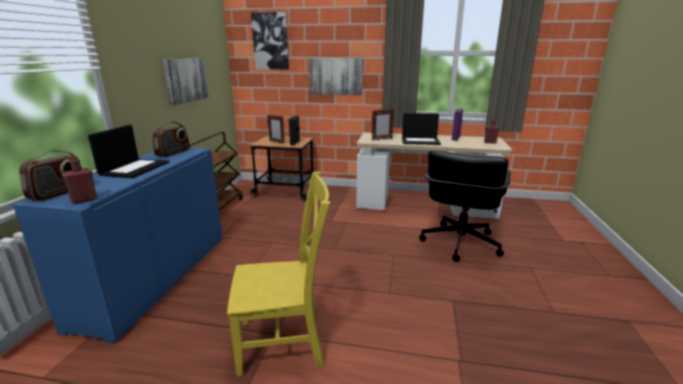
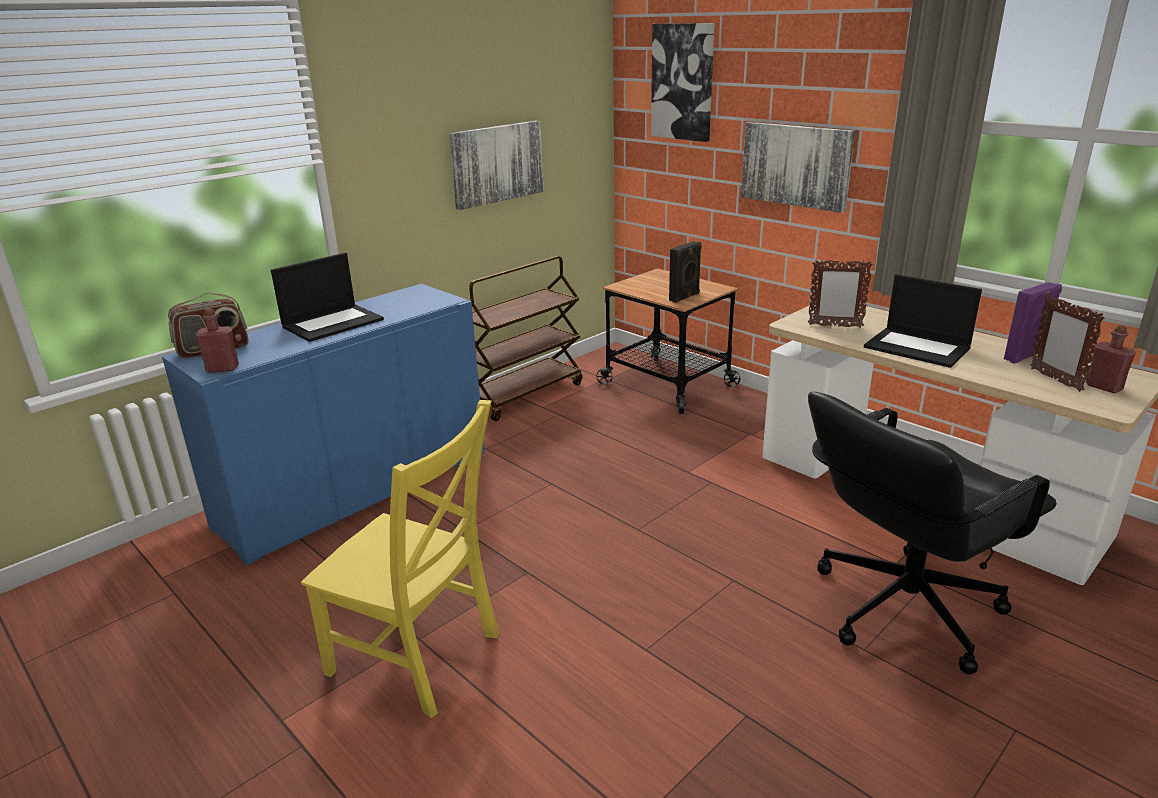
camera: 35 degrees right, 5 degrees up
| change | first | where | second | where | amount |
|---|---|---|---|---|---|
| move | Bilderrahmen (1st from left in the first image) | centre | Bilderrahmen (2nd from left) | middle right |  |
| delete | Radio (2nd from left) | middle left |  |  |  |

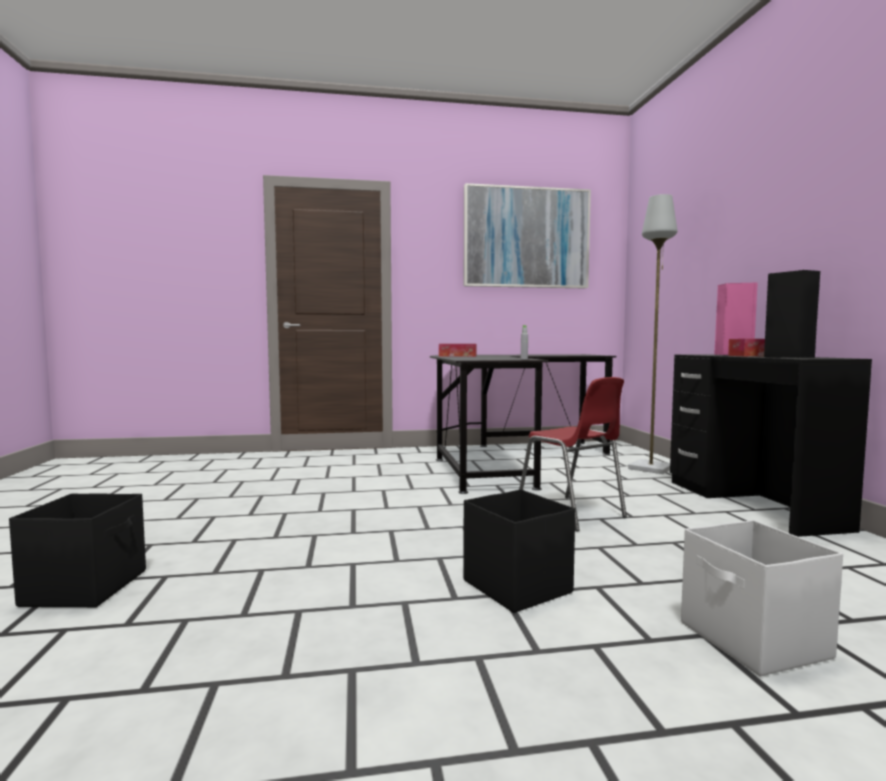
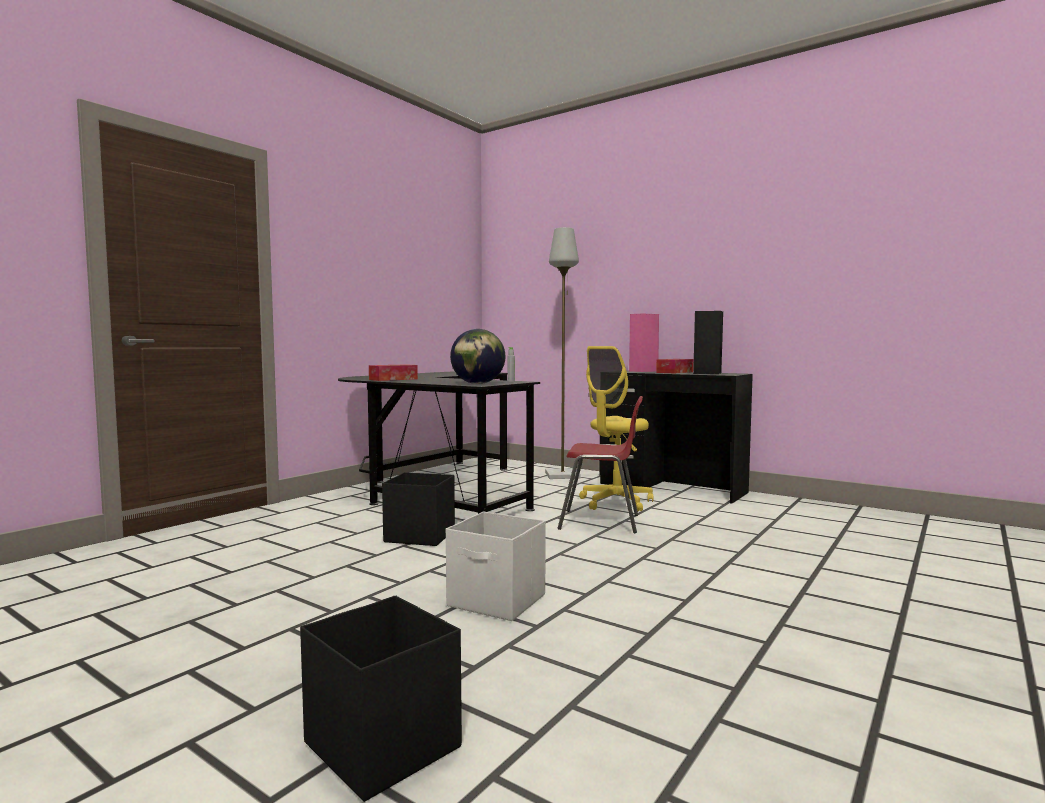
camera: 45 degrees left, 0 degrees up
| change | first | where | second | where | amount |
|---|---|---|---|---|---|
| delete | Bild | top centre |  |  |  |
| move | Aufbewahrungsbox [schwarz] (2nd from left) | bottom centre |  | centre |  |
| move | Aufbewahrungsbox [weiß] | bottom right |  | bottom centre |  |
| insert |  |  | Globus | centre |  |
| insert |  |  | Bürostuhl [gelb] | centre |  |

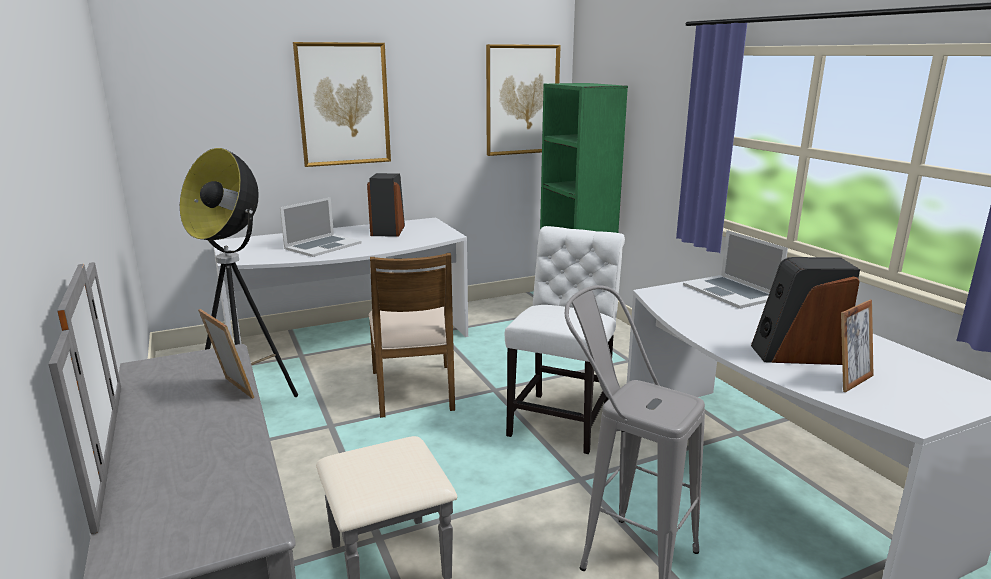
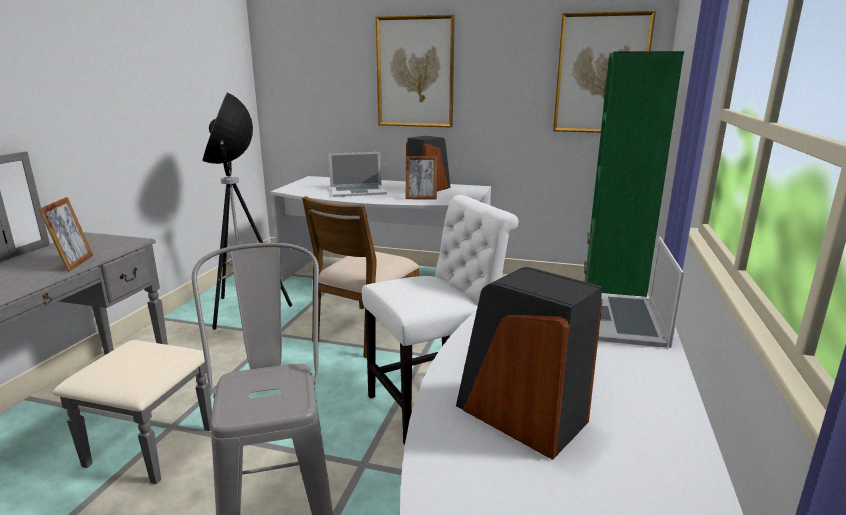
camera: 40 degrees right, 0 degrees up
| change | first | where | second | where | amount |
|---|---|---|---|---|---|
| move | Bilderrahmen (2nd from left) | middle right |  | centre |  |

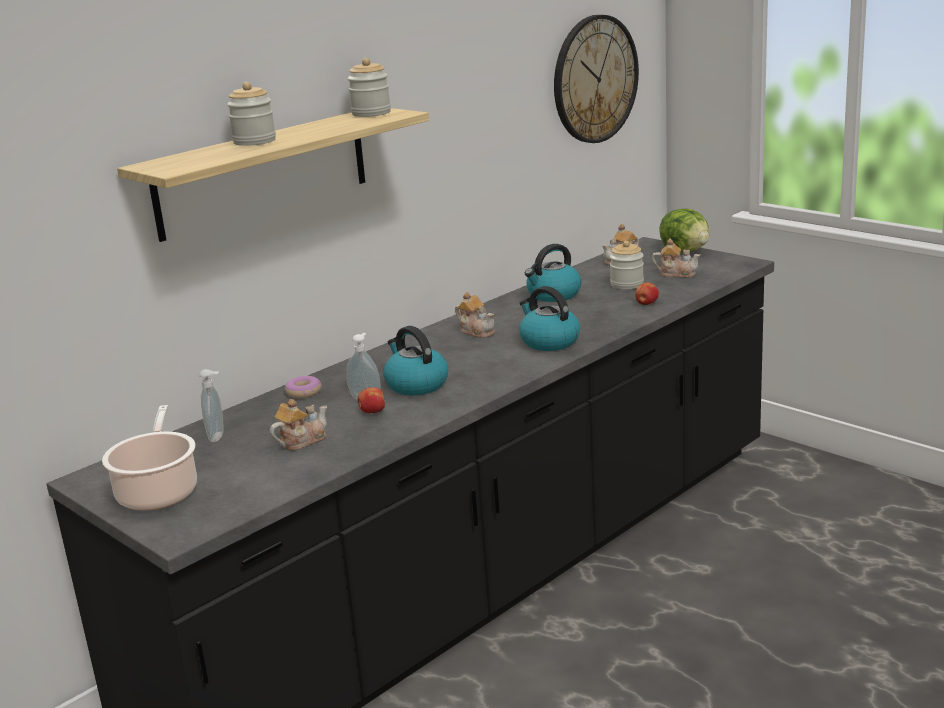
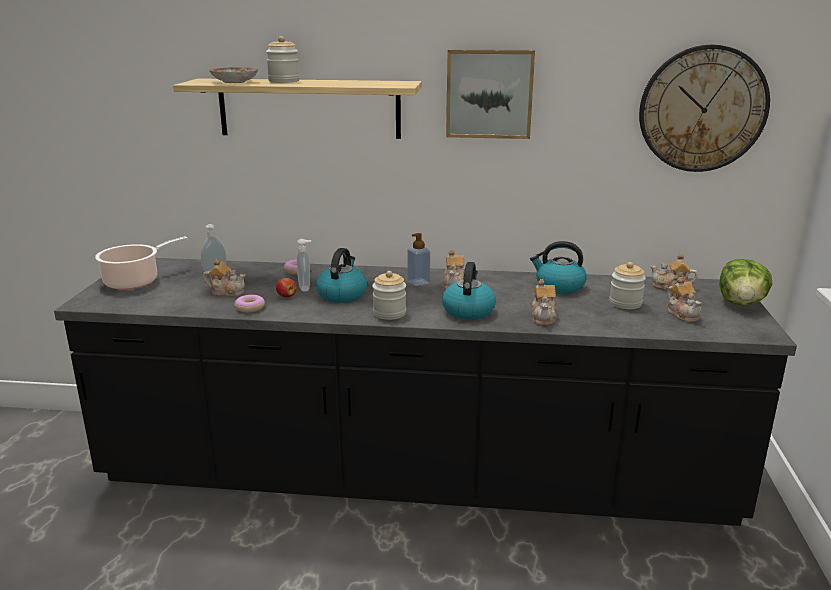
camera: 50 degrees right, 0 degrees up
| change | first | where | second | where | amount |
|---|---|---|---|---|---|
| move | Vorratsglas (2nd from left) | top centre |  | centre |  |
| delete | Apfel (2nd from left) | middle right |  |  |  |
| insert |  |  | Bild | top centre |  |
| insert |  |  | Teller | top left |  |
| insert |  |  | Seifenspender (3rd from left) | centre |  |
| insert |  |  | Teekanne (3rd from left) | centre |  |
| insert |  |  | Donut (1st from left) | middle left |  |

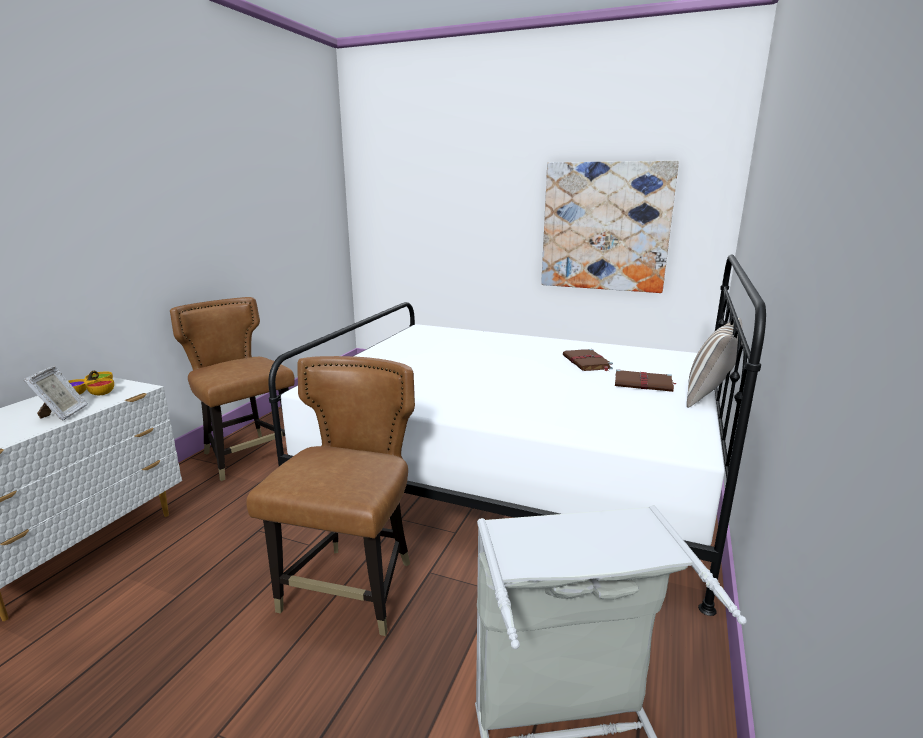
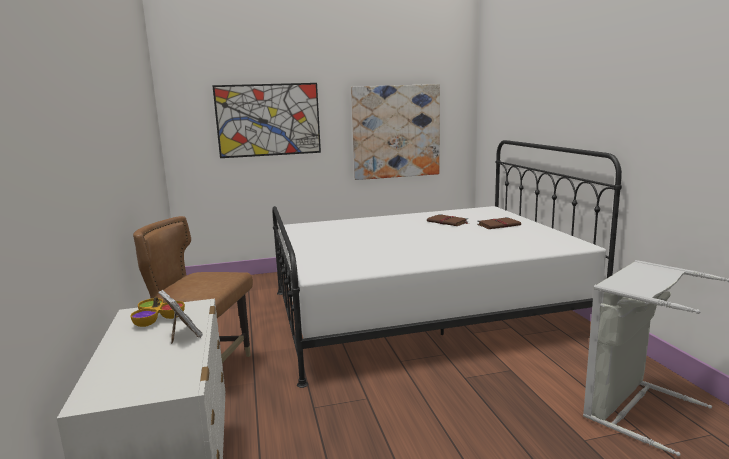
camera: 35 degrees left, 5 degrees down
| change | first | where | second | where | amount |
|---|---|---|---|---|---|
| delete | Kissen | middle right |  |  |  |
| delete | Stuhl [braun] (2nd from left) | bottom centre |  |  |  |
| insert |  |  | Bild (1st from left) | top centre |  |

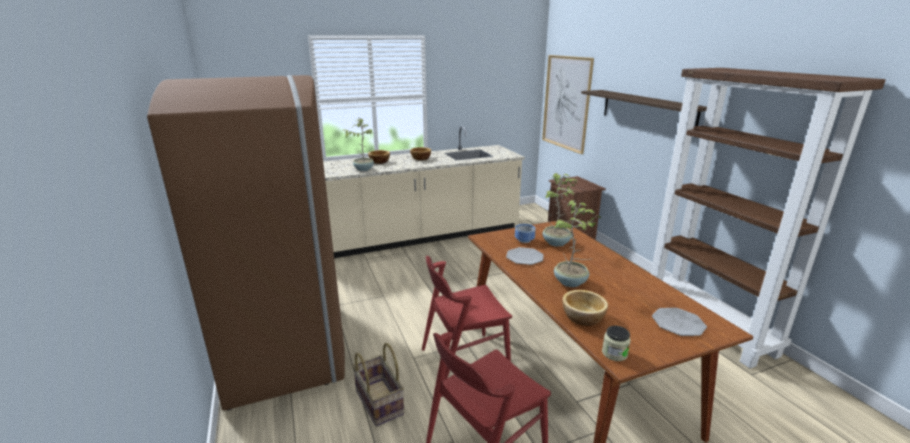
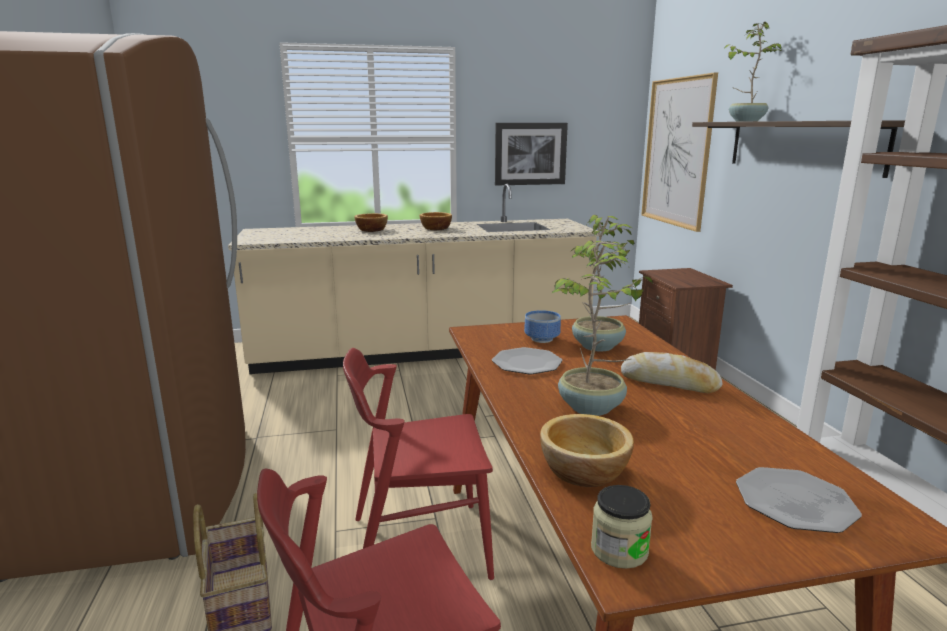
camera: 10 degrees right, 5 degrees down
| change | first | where | second | where | amount |
|---|---|---|---|---|---|
| move | Topfpflanze (1st from left in the first image) | top centre | Topfpflanze (3rd from left) | top right |  |
| insert |  |  | Bild (1st from left) | top centre |  |
| insert |  |  | Brot | middle right |  |

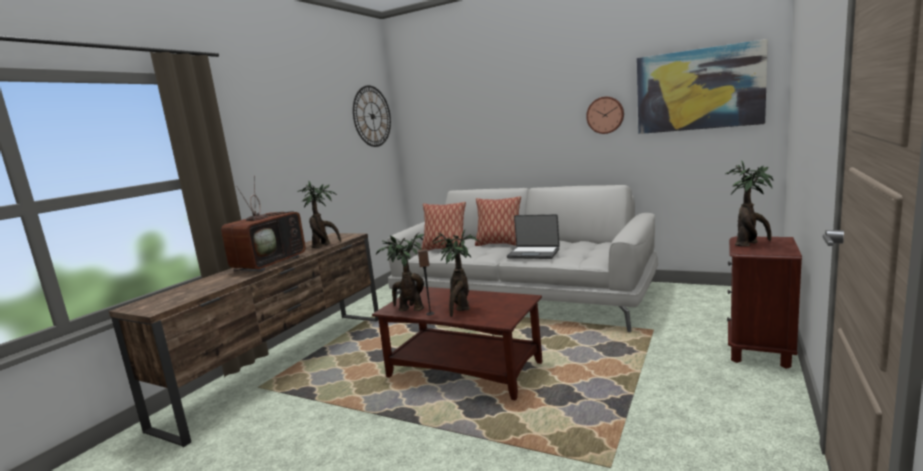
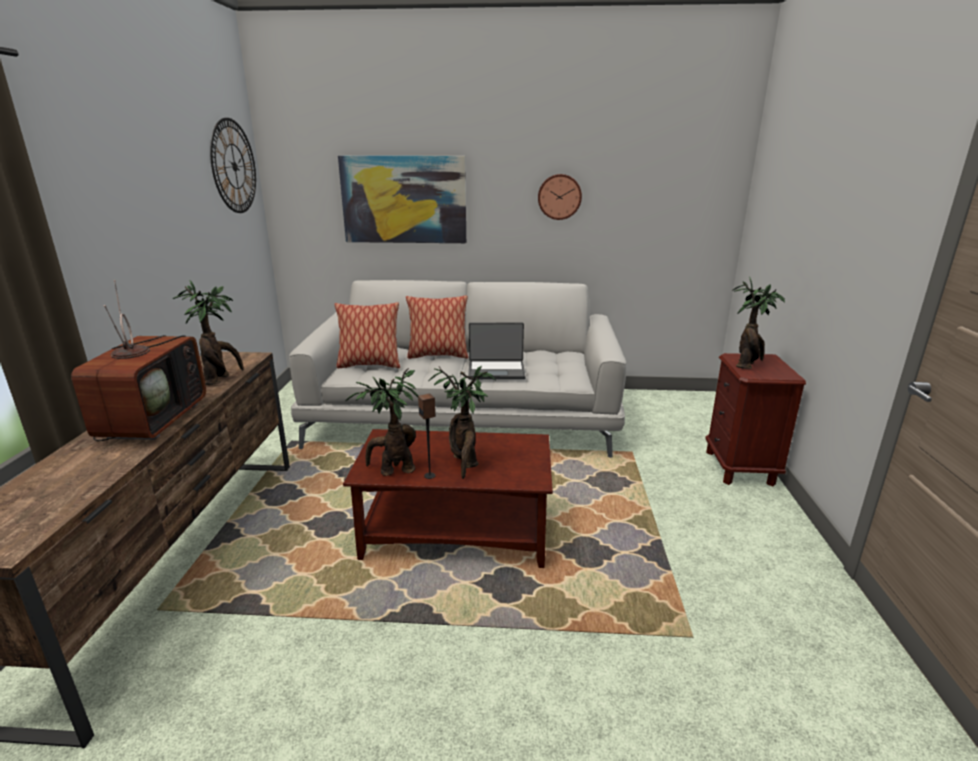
camera: 25 degrees left, 10 degrees up
| change | first | where | second | where | amount |
|---|---|---|---|---|---|
| move | Bild | top right |  | top centre |  |

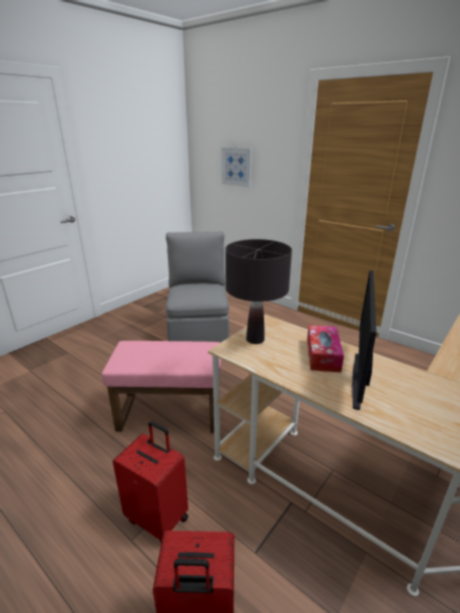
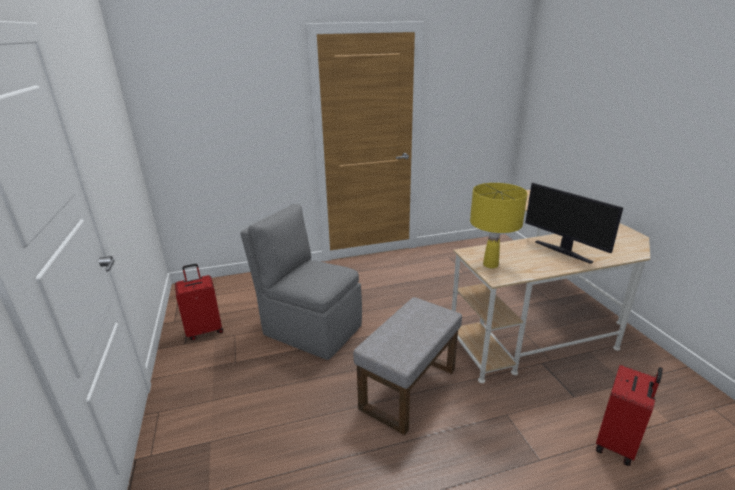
camera: 55 degrees left, 0 degrees up
| change | first | where | second | where | amount |
|---|---|---|---|---|---|
| delete | Bild | top centre |  |  |  |
| recolor | Tischlampe [schwarz] | centre | Tischlampe [gelb] | middle right |  |
| delete | Taschentuchbox | middle right |  |  |  |
| recolor | Polsterhocker [rosa] | centre | Polsterhocker [grau] | bottom centre |  |
| move | Koffer [rot] (1st from left) | bottom left |  | middle left |  |

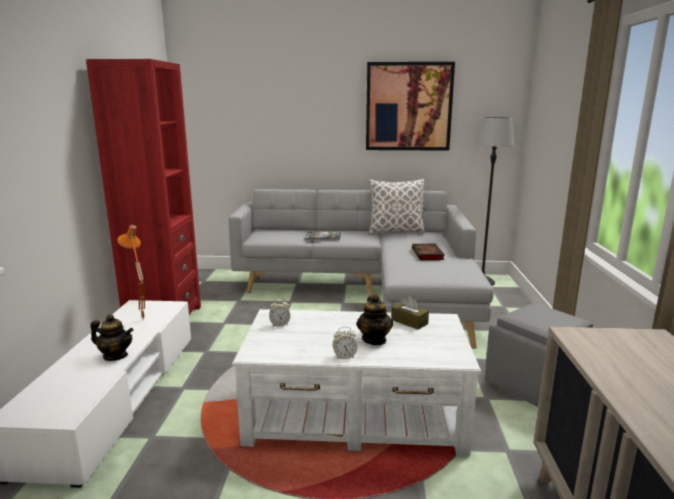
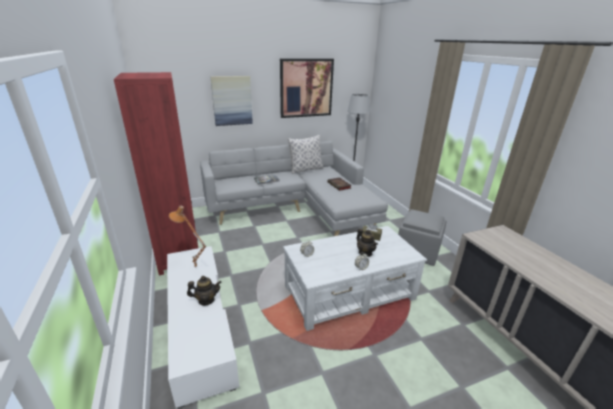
camera: 25 degrees left, 10 degrees up
| change | first | where | second | where | amount |
|---|---|---|---|---|---|
| insert |  |  | Bild (1st from left) | top centre |  |

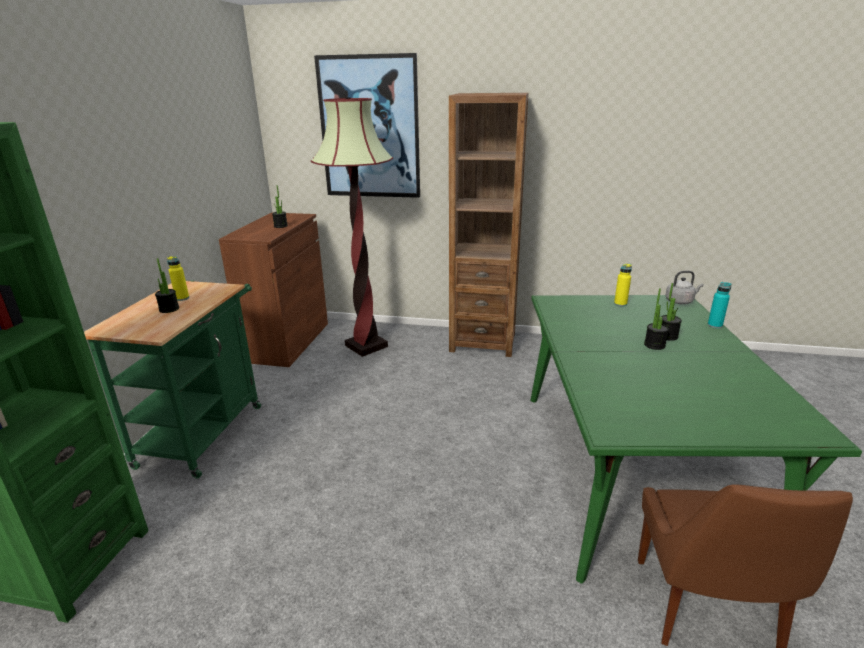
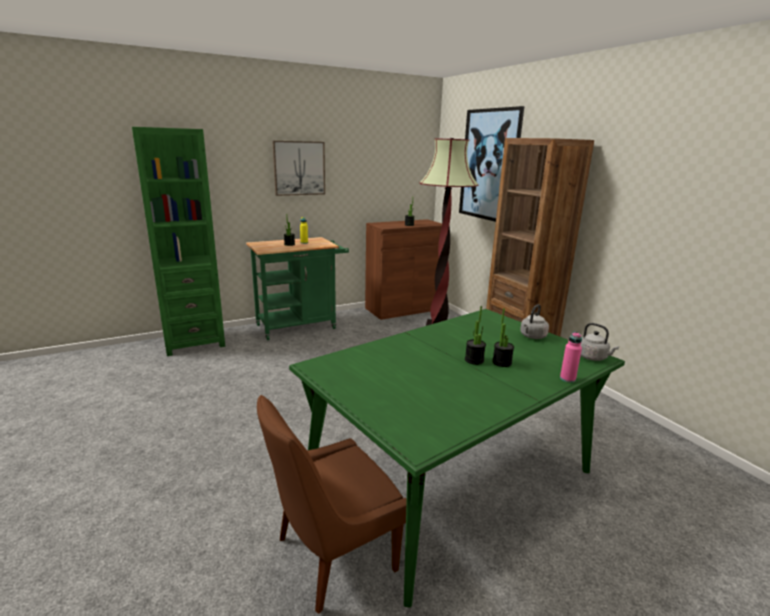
camera: 50 degrees right, 5 degrees down
| change | first | where | second | where | amount |
|---|---|---|---|---|---|
| replace | Flasche [gelb] (2nd from left) | middle right | Wasserkessel [grau] (1st from left) | middle right |  |
| recolor | Flasche [türkis] | middle right | Flasche [rosa] | middle right |  |
| insert |  |  | Bild (1st from left) | top centre |  |

